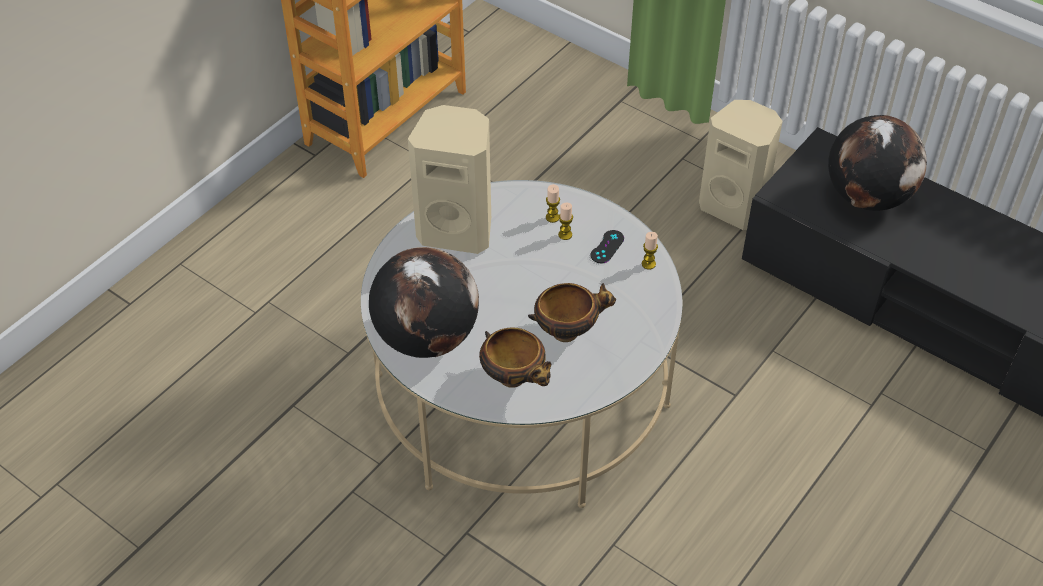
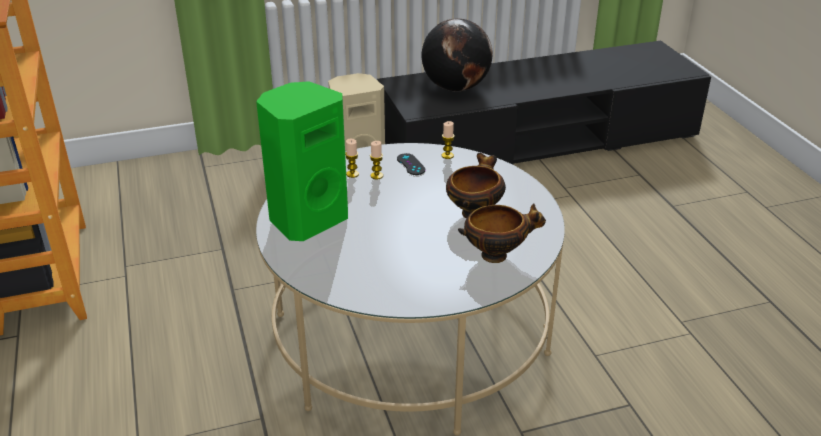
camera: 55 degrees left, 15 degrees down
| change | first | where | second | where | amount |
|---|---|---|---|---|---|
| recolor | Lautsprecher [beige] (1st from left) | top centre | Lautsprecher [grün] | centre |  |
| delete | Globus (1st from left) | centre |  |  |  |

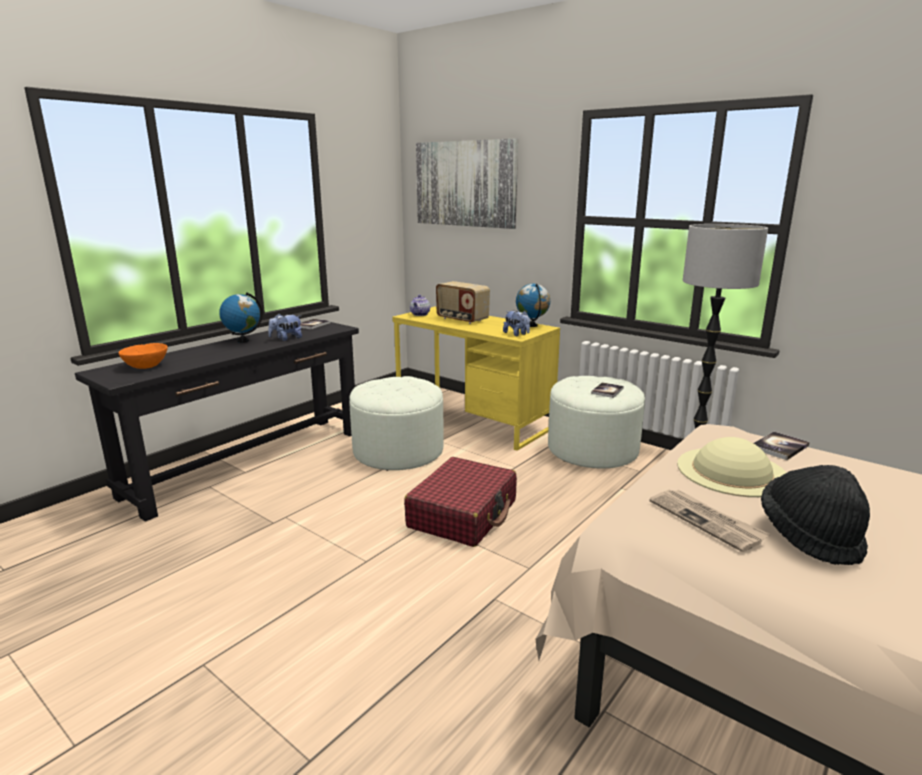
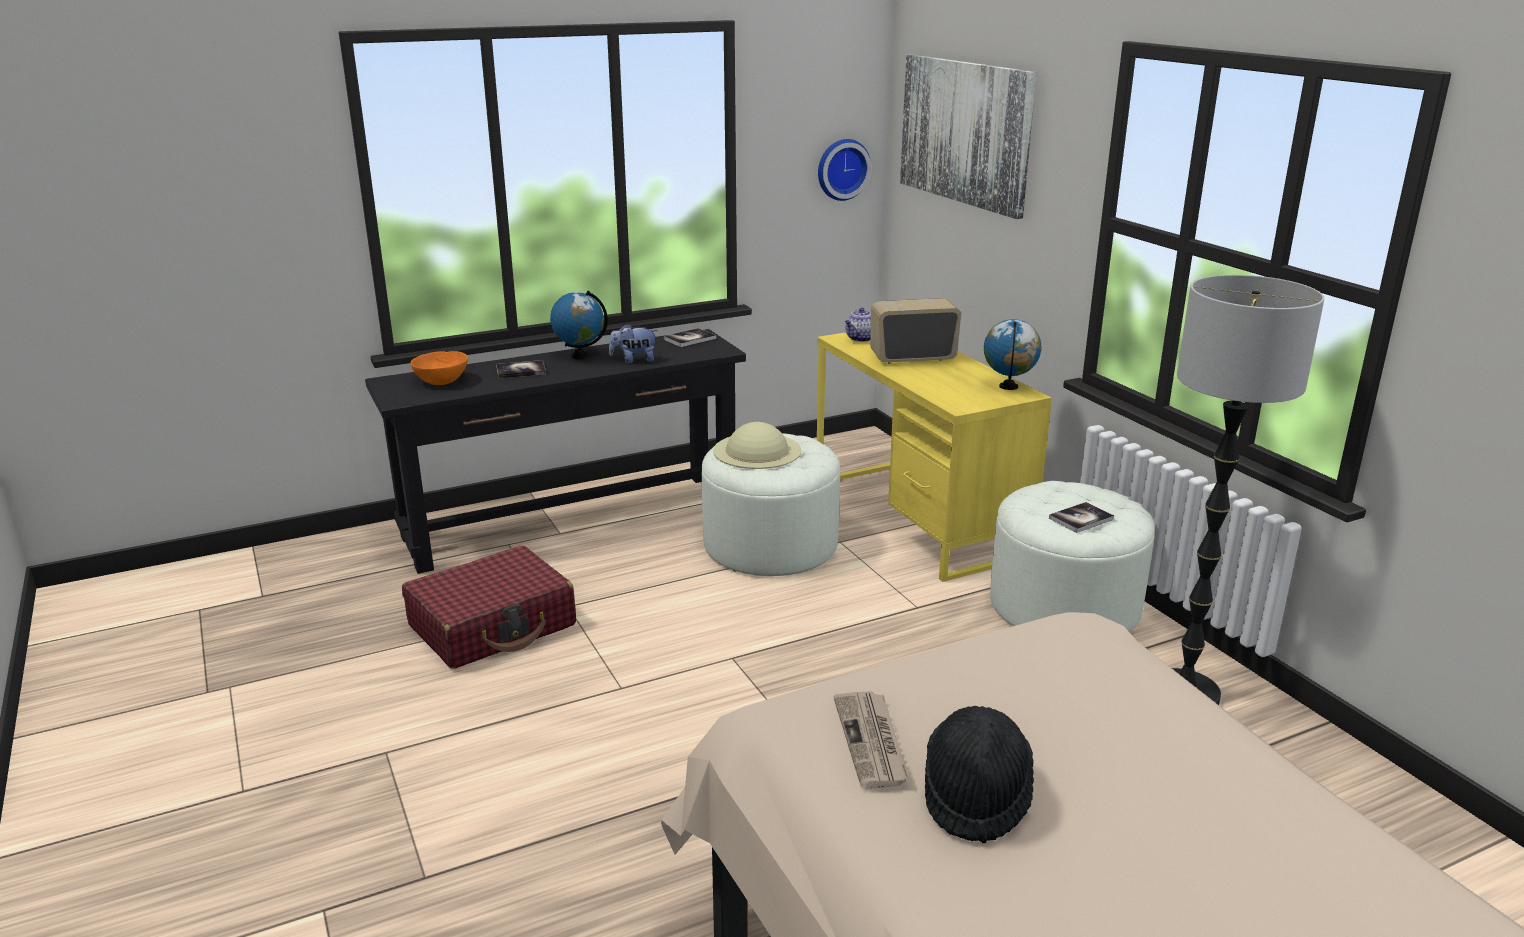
camera: 25 degrees right, 5 degrees up
| change | first | where | second | where | amount |
|---|---|---|---|---|---|
| rotate | Radio | centre |  | centre | 105 degrees clockwise |
| delete | Plüschtier (2nd from left) | centre |  |  |  |
| move | Buch (3rd from left in the first image) | middle right | Buch (1st from left) | centre |  |
| move | Hut [beige] | middle right |  | centre |  |
| move | Koffer [rot] | centre |  | middle left |  |
| insert |  |  | Wanduhr | top centre |  |

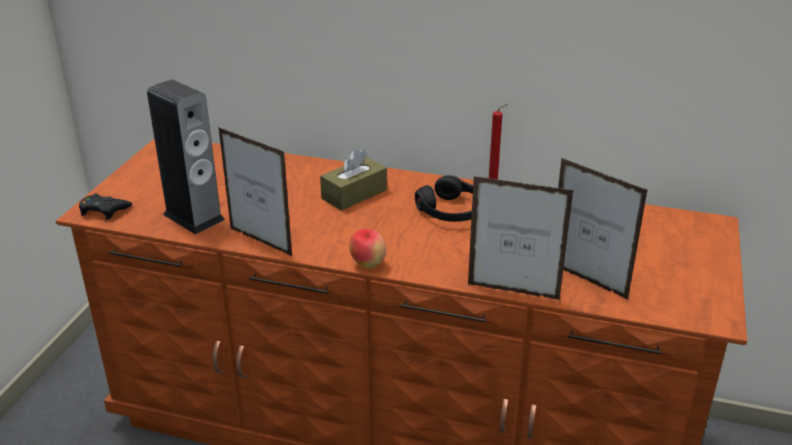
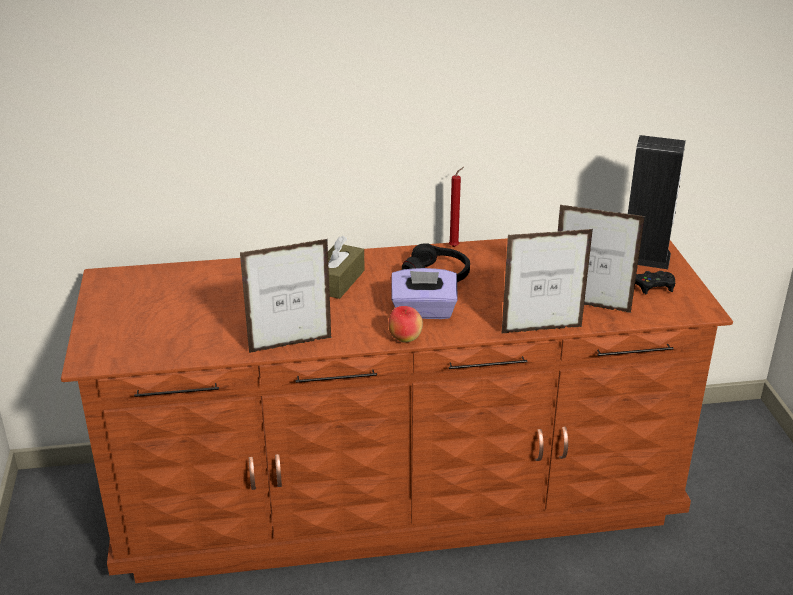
camera: 25 degrees left, 0 degrees up
| change | first | where | second | where | amount |
|---|---|---|---|---|---|
| move | Lautsprecher | middle left |  | middle right |  |
| rotate | Bilderrahmen (1st from left) | middle left |  | centre | 150 degrees clockwise |
| move | Gamepad [schwarz] | middle left |  | middle right |  |
| insert |  |  | Taschentuchbox [lila] | centre |  |

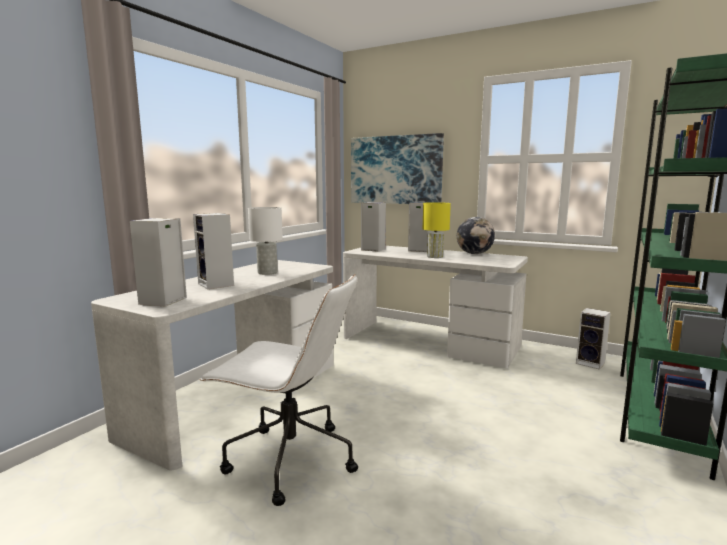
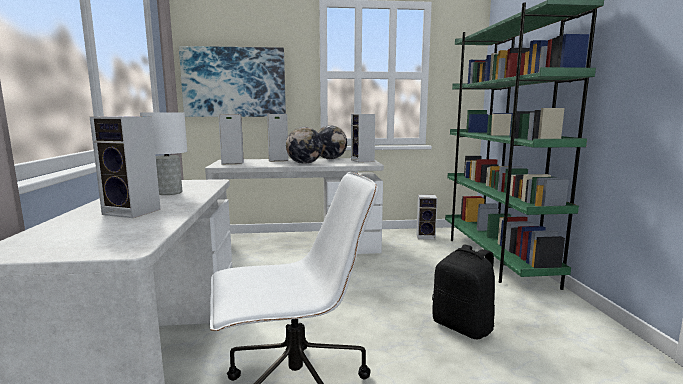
camera: 35 degrees left, 0 degrees up
| change | first | where | second | where | amount |
|---|---|---|---|---|---|
| replace | Tischlampe [gelb] | centre | Globus (1st from left) | centre |  |
| move | Lautsprecher (1st from left in the first image) | middle left | Lautsprecher (4th from left) | centre |  |
| insert |  |  | Rucksack [schwarz] | bottom right |  |

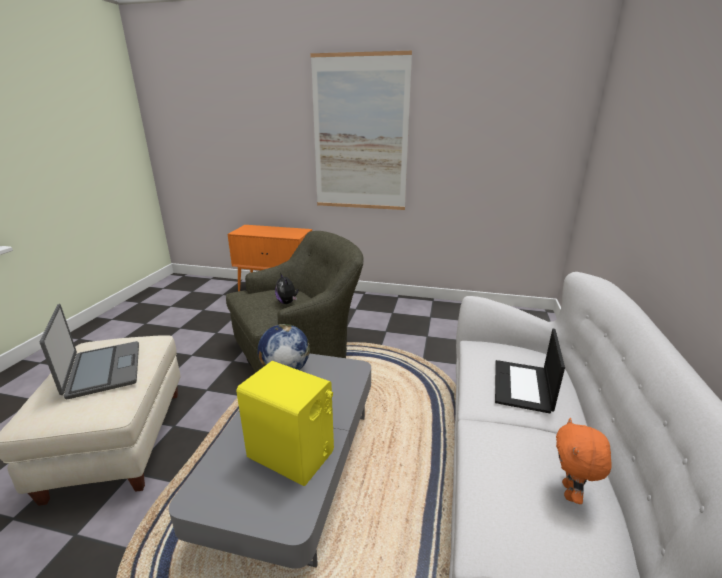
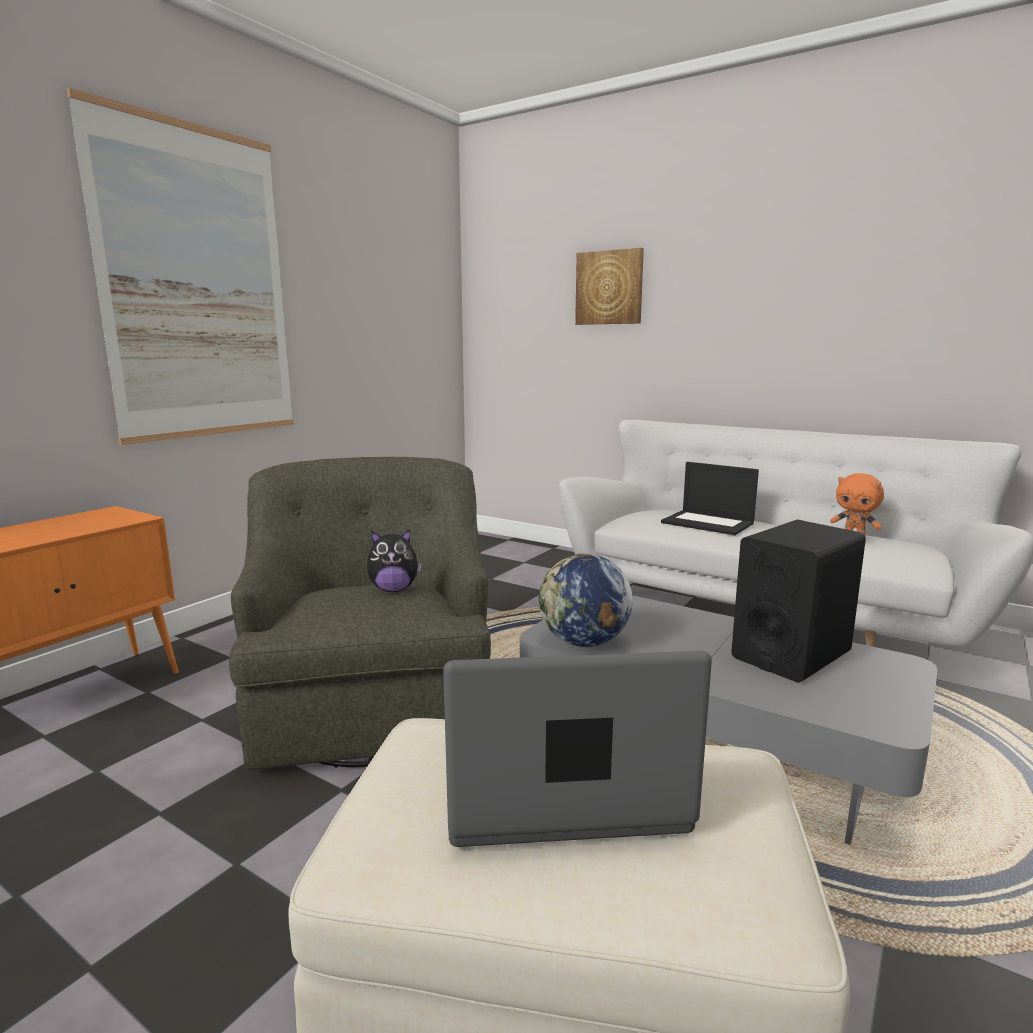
camera: 70 degrees left, 10 degrees down
| change | first | where | second | where | amount |
|---|---|---|---|---|---|
| recolor | Lautsprecher [gelb] | bottom centre | Lautsprecher [schwarz] | middle right |  |
| insert |  |  | Bild (2nd from left) | top centre |  |

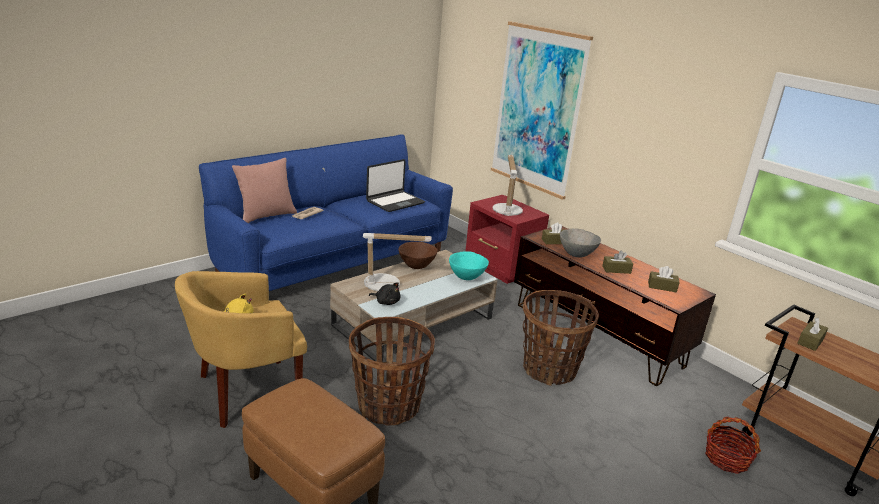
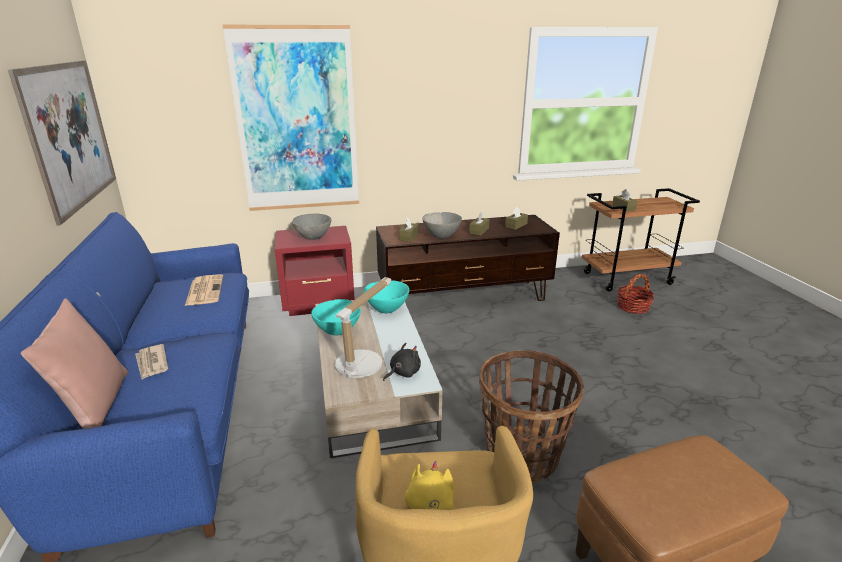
camera: 60 degrees left, 0 degrees up
| change | first | where | second | where | amount |
|---|---|---|---|---|---|
| replace | Tischlampe (2nd from left) | centre | Schüssel [grau] (1st from left) | centre |  |
| replace | Laptop | centre | Zeitung (2nd from left) | middle left |  |
| recolor | Schüssel [braun] | centre | Schüssel [türkis] (1st from left) | centre |  |
| delete | Korb (2nd from left) | bottom centre |  |  |  |
| insert |  |  | Bild (1st from left) | top left |  |

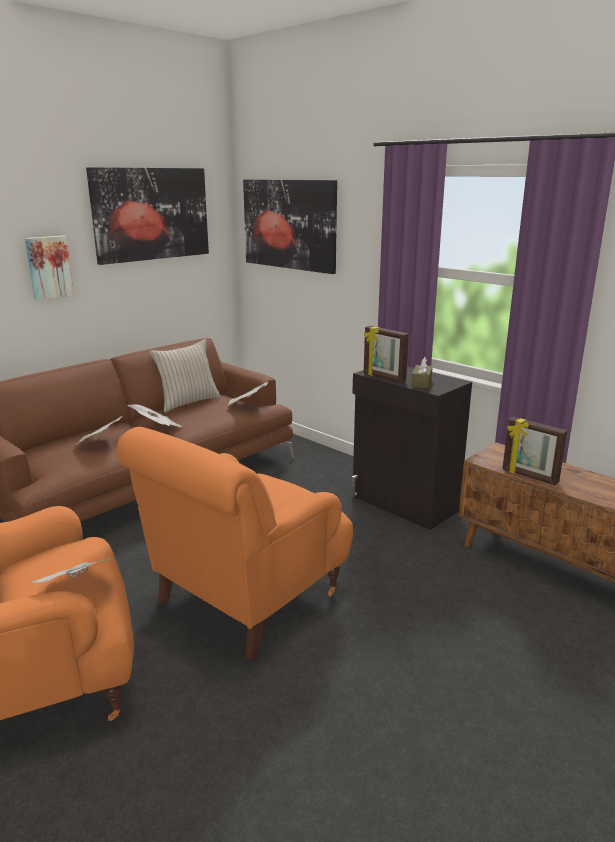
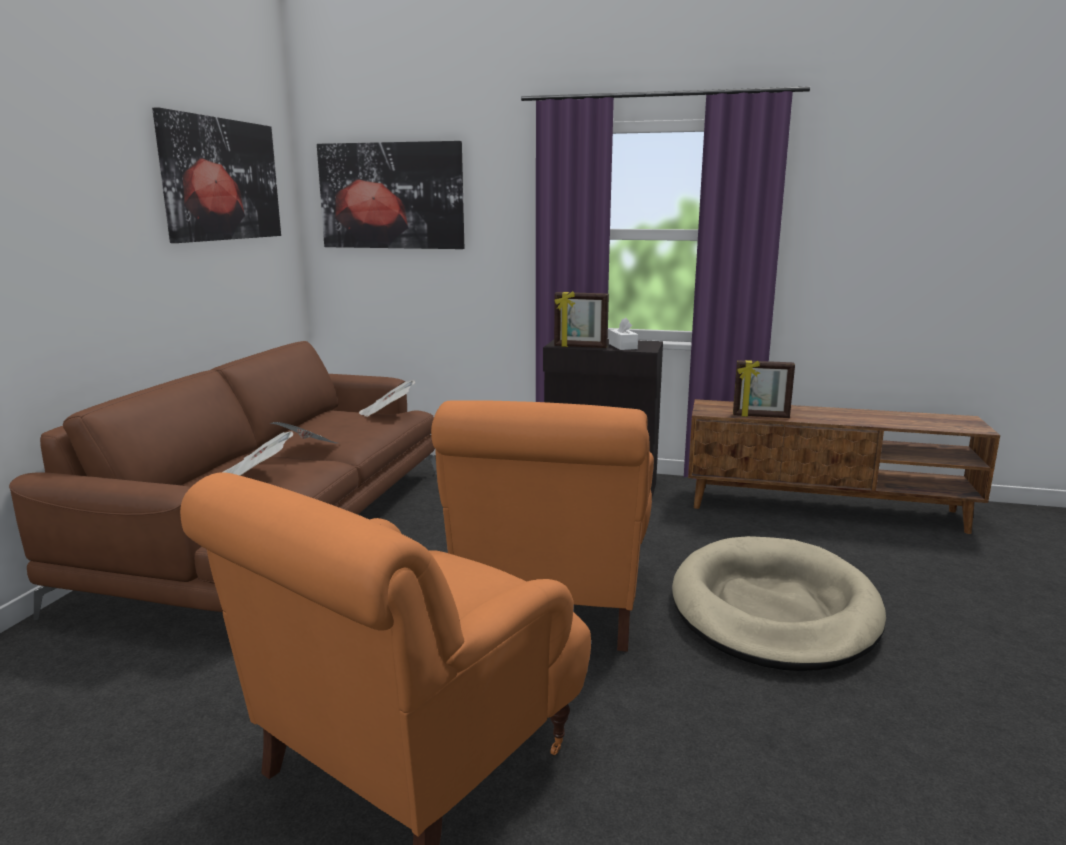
camera: 30 degrees left, 5 degrees down
| change | first | where | second | where | amount |
|---|---|---|---|---|---|
| delete | Bild (1st from left) | top left |  |  |  |
| delete | Kissen [beige] | middle left |  |  |  |
| recolor | Taschentuchbox [braun] | middle right | Taschentuchbox [weiß] | centre |  |
| delete | Zeitung (1st from left) | bottom left |  |  |  |
| insert |  |  | Hundebett [beige] | bottom right |  |

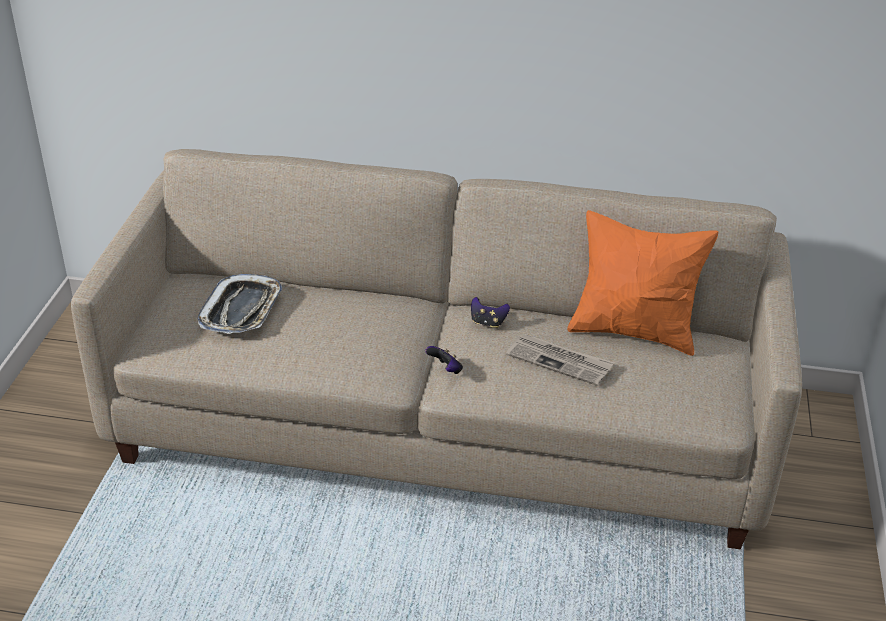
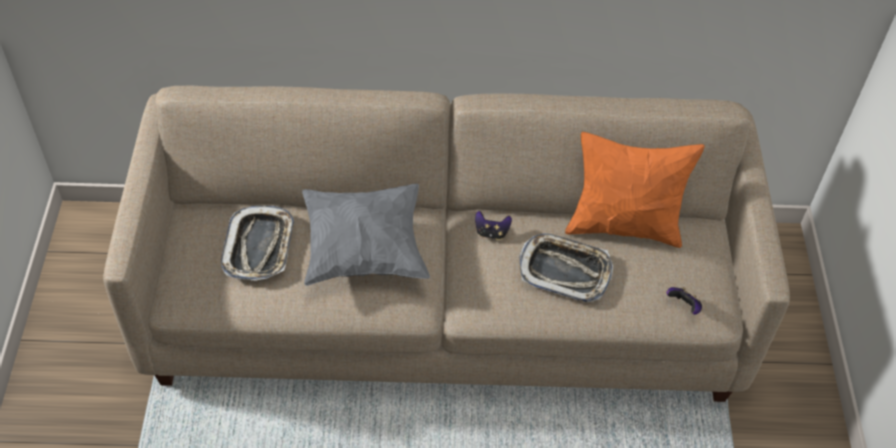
camera: 10 degrees left, 15 degrees up
| change | first | where | second | where | amount |
|---|---|---|---|---|---|
| replace | Zeitung | centre | Tablett (2nd from left) | centre |  |
| move | Gamepad (1st from left in the first image) | centre | Gamepad (2nd from left) | bottom right |  |
| insert |  |  | Kissen [grau] | centre |  |

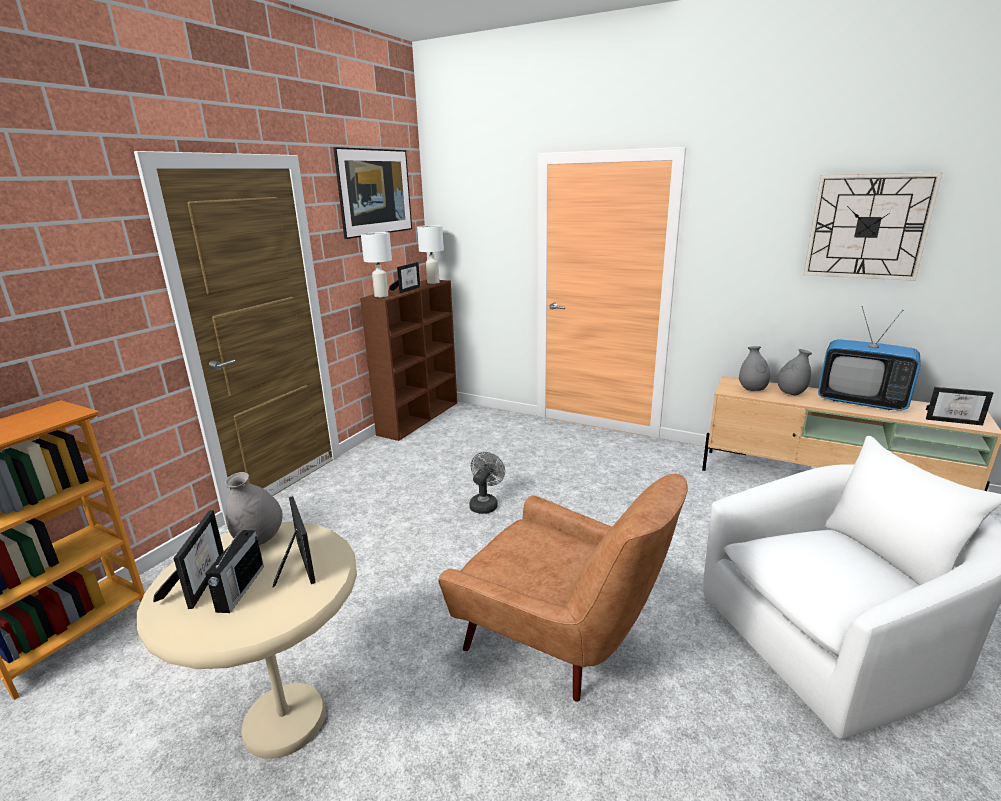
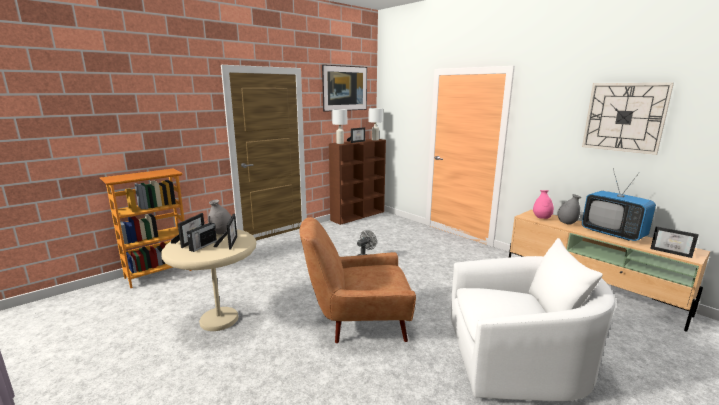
camera: 20 degrees right, 5 degrees down
| change | first | where | second | where | amount |
|---|---|---|---|---|---|
| recolor | Vase [grau] (2nd from left) | middle right | Vase [rosa] | middle right |  |
| rotate | Sessel [braun] | bottom centre |  | bottom centre | 120 degrees clockwise |

